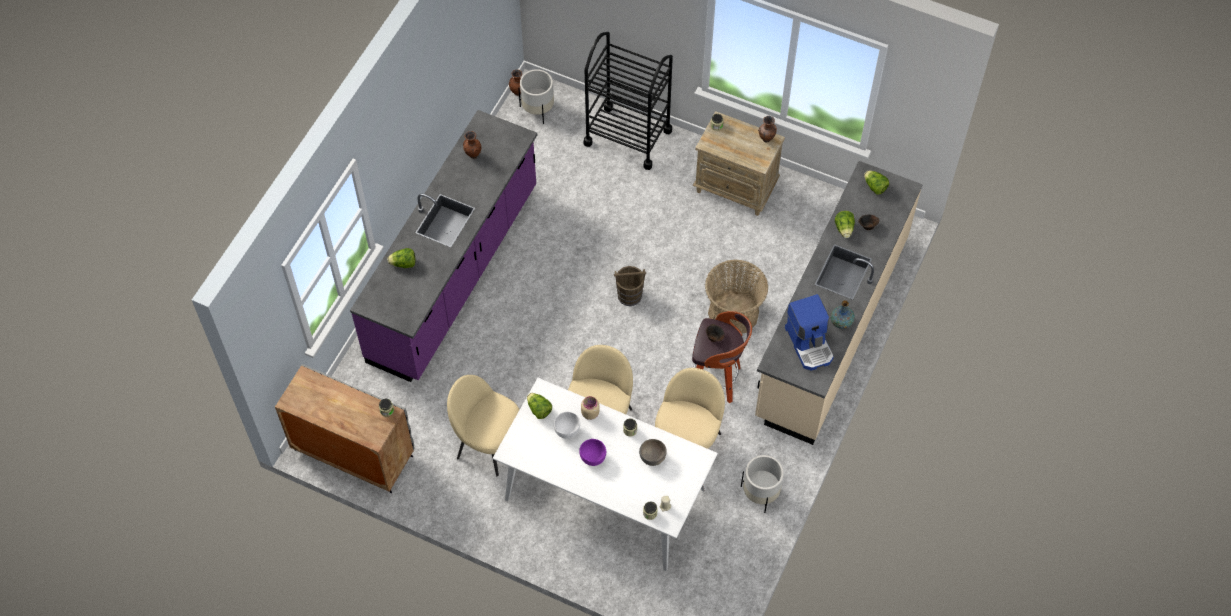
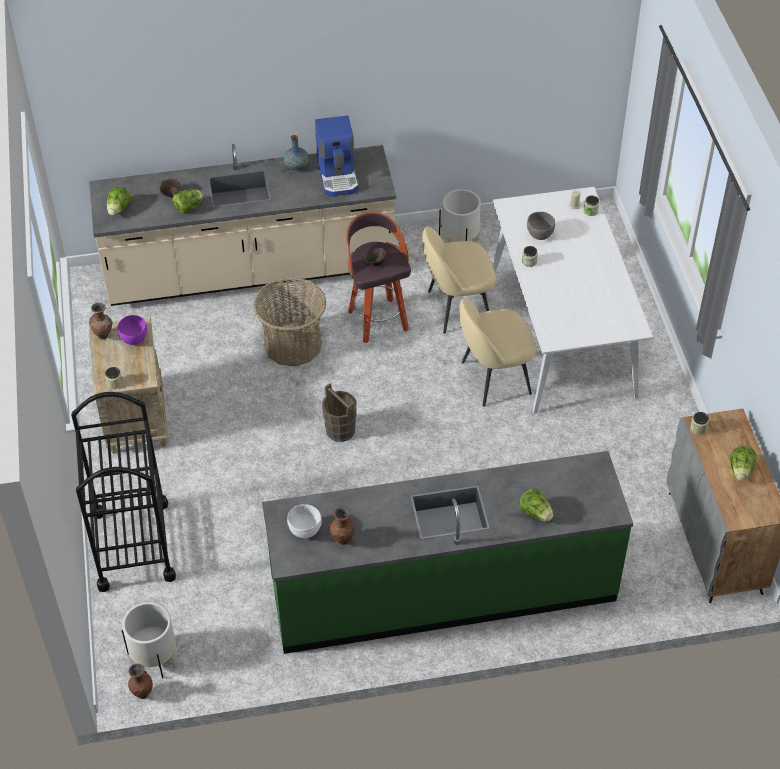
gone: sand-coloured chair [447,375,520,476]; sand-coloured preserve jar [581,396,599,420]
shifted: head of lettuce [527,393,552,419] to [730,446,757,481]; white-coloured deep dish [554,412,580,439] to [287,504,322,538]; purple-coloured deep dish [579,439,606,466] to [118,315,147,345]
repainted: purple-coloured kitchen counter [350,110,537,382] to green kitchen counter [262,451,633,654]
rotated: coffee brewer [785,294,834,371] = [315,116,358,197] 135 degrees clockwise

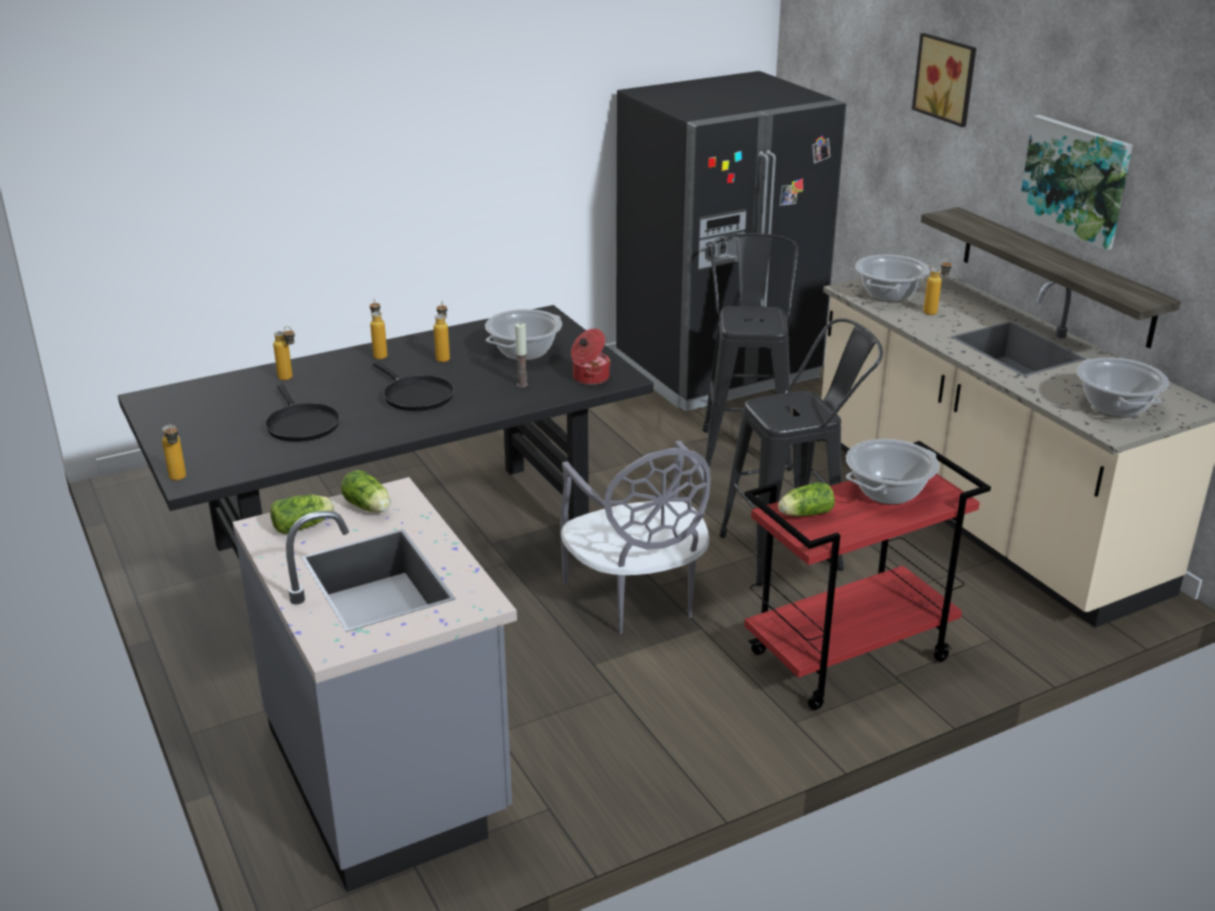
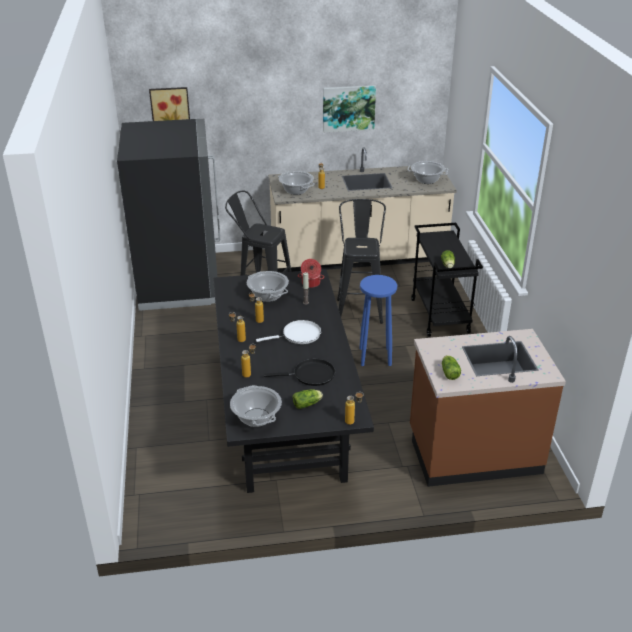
gone: shelf [921,207,1181,349]
shifted: wall picture [912,33,976,127] to [149,87,190,121]; saucepot [846,439,939,505] to [230,385,282,427]; head of lettuce [341,470,391,513] to [293,389,323,409]
swapped: greyish chair [560,441,711,634] to bluish stool seat [359,275,397,366]
repainted: black frying pan [373,361,454,411] to white-coloured frying pan [256,320,321,344]; reddish wheeled cart [744,441,991,710] to black wheeled cart [411,223,483,337]; greyish kitchen counter [232,477,517,892] to brown kitchen counter [410,329,566,487]

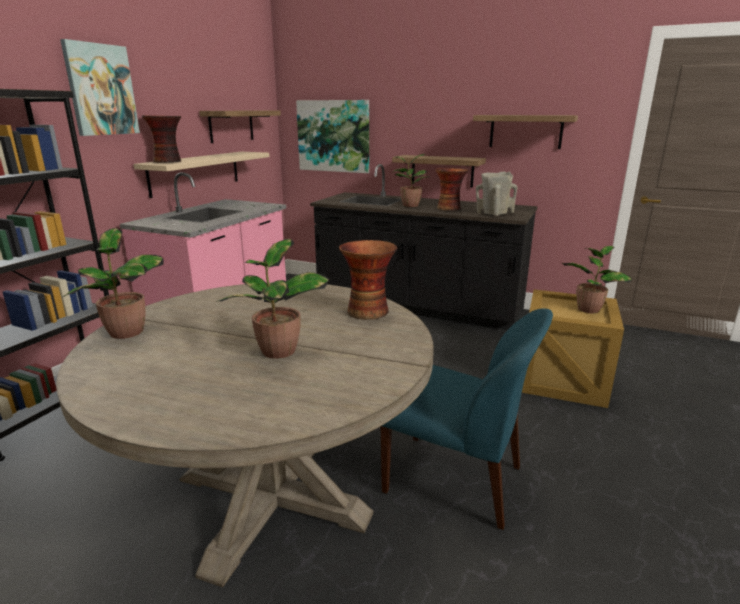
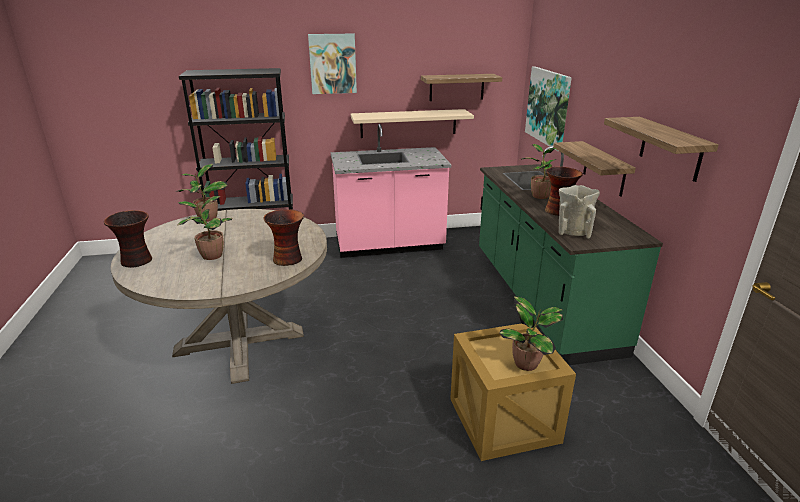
gone: bluish chair [381,308,553,530]
shifted: flower vase [142,115,181,163] to [104,210,152,268]
repainted: black kitchen counter [310,164,538,330] to green kitchen counter [479,146,663,365]

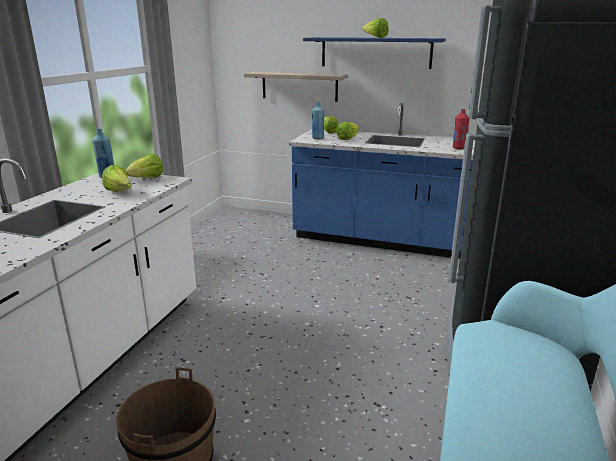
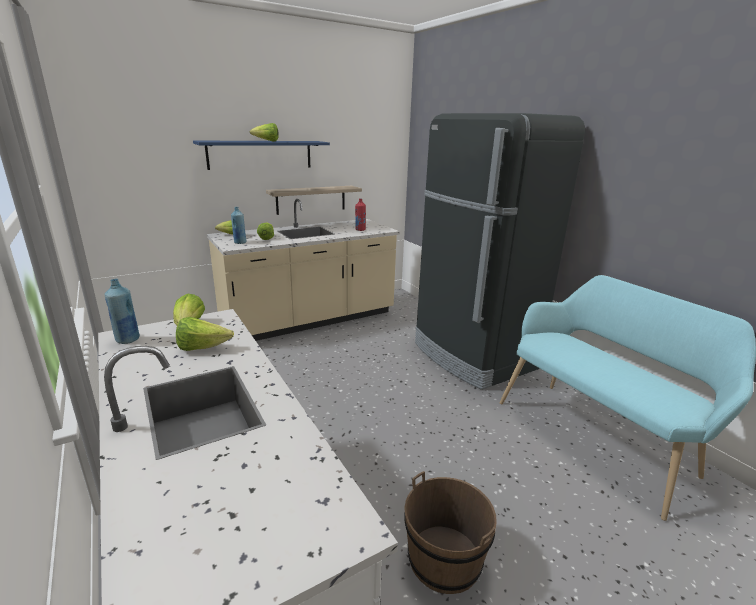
shifted: shelf [244,72,348,102] to [266,186,362,215]
repainted: bluish kitchen counter [289,103,475,259] to sand-coloured kitchen counter [207,199,400,341]

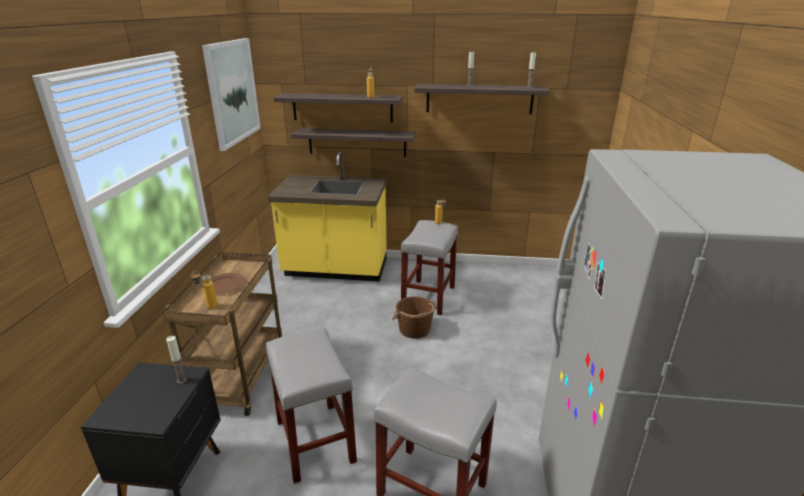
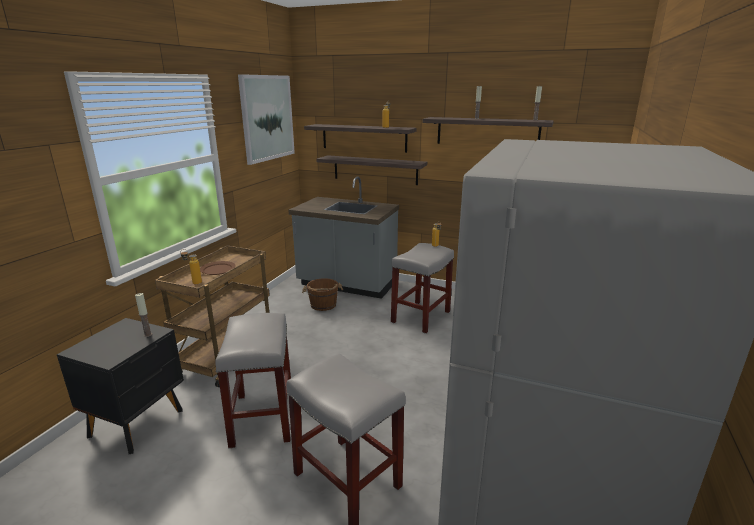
shifted: brown pail [392,296,437,339] to [302,278,343,311]
repainted: yellow kitchen counter [268,152,387,281] to greyish kitchen counter [288,177,399,299]

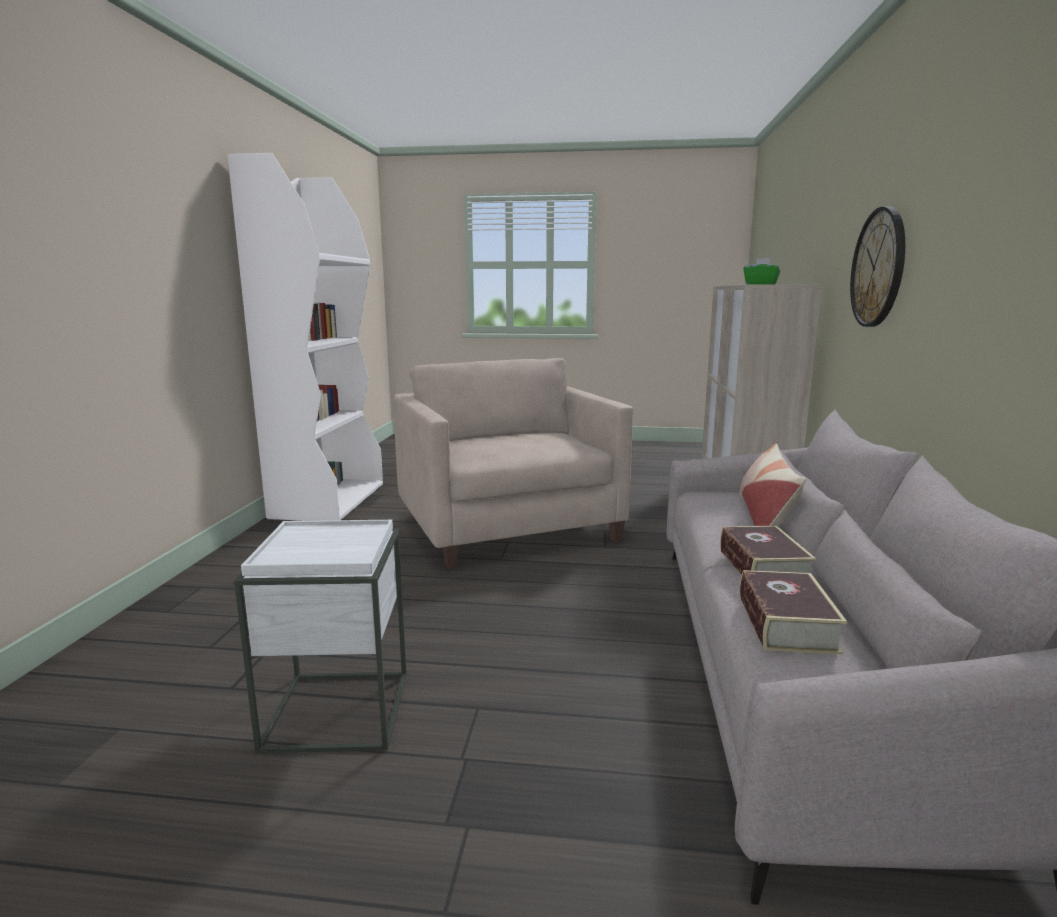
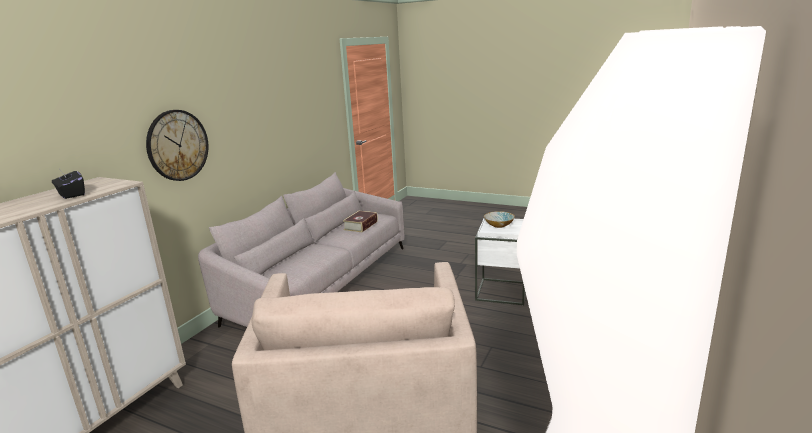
gone: cushion [739,444,806,526]; volume [720,526,816,575]
new: deep dish [484,211,515,228]
repainted: green tissue holder [743,258,780,285] to black tissue holder [52,167,85,199]

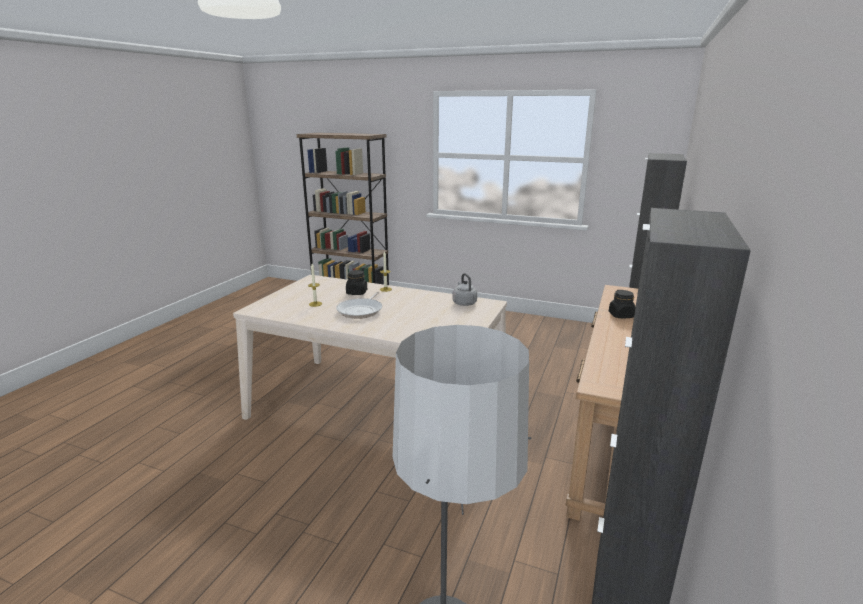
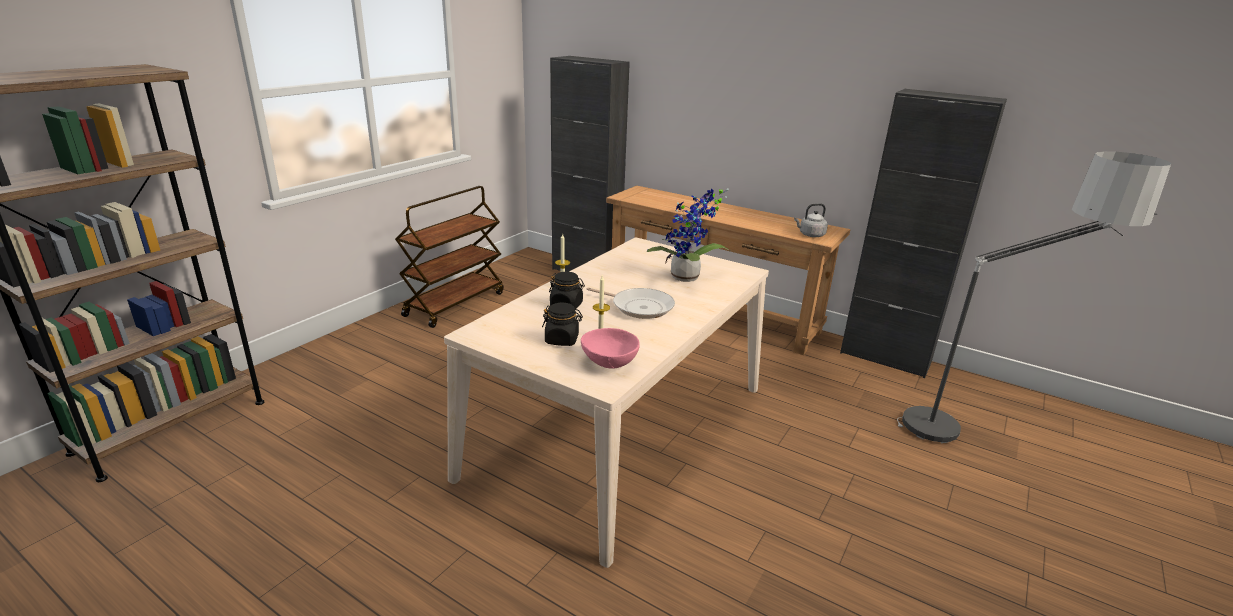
new: brown wheeled cart [395,186,504,328]; houseplant [647,188,729,282]; pink-coloured deep dish [581,328,640,369]
shifted: greyish water kettle [453,273,477,306] to [794,203,828,237]; black preserve jar [609,290,635,318] to [542,303,583,346]

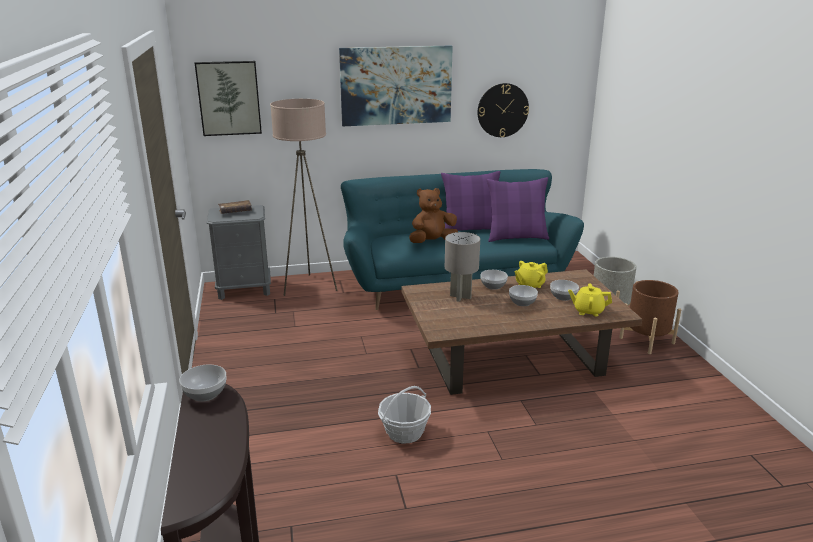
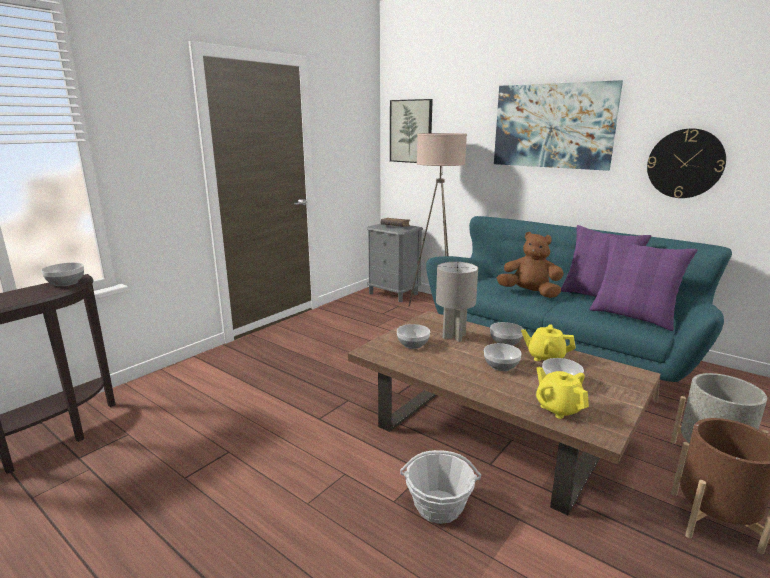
new: deep dish [397,324,430,349]
shifted: household basket [378,386,431,444] to [400,450,481,524]

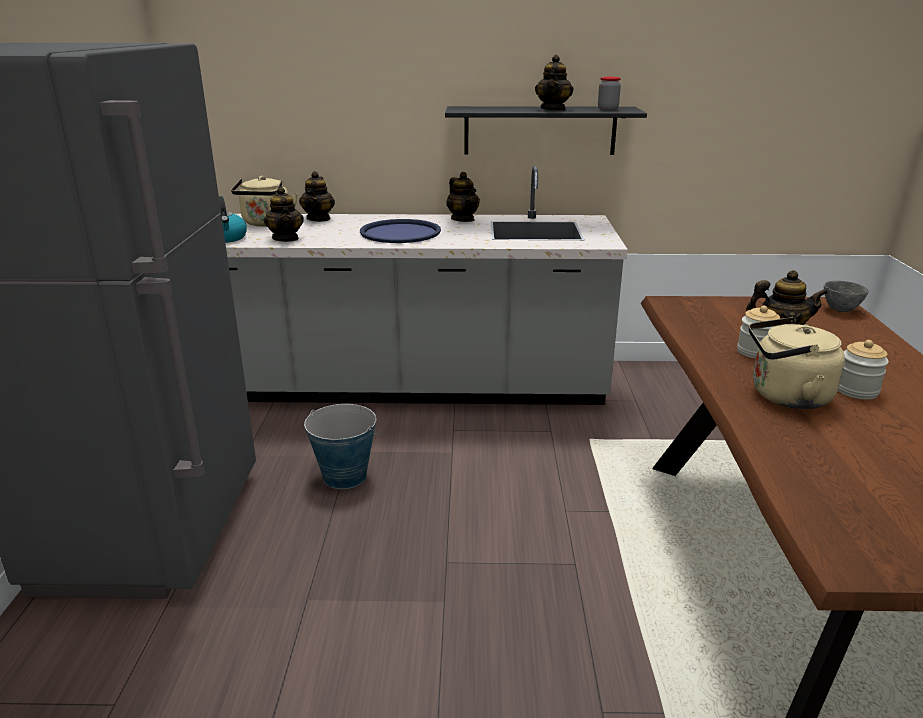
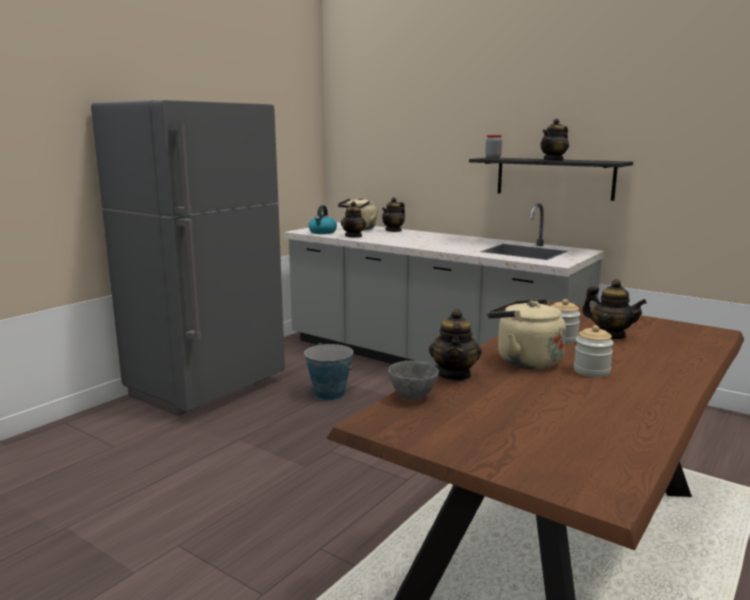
gone: bluish tray [360,219,441,243]
shifted: preserve jar [598,77,621,111] to [485,135,502,159]; teapot [446,172,480,222] to [429,308,482,381]; greyish deep dish [824,281,869,312] to [388,361,439,400]

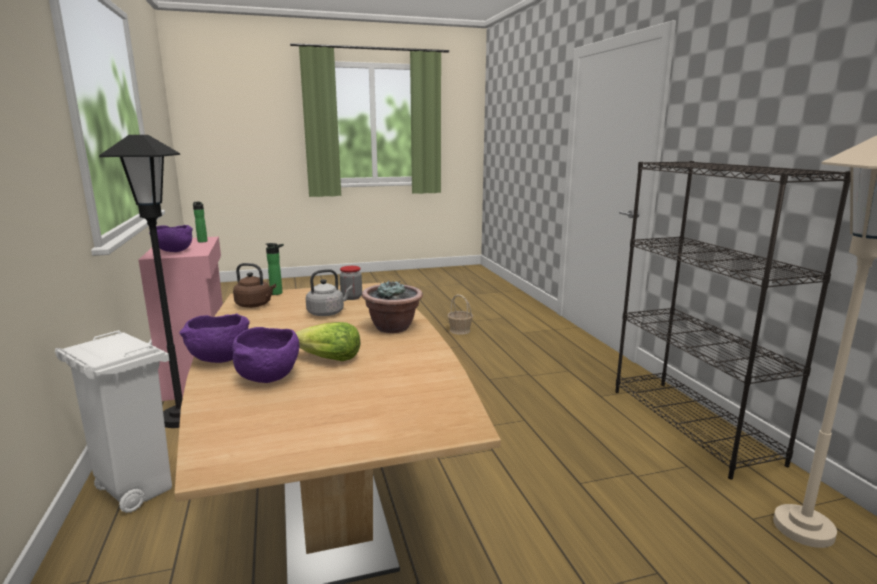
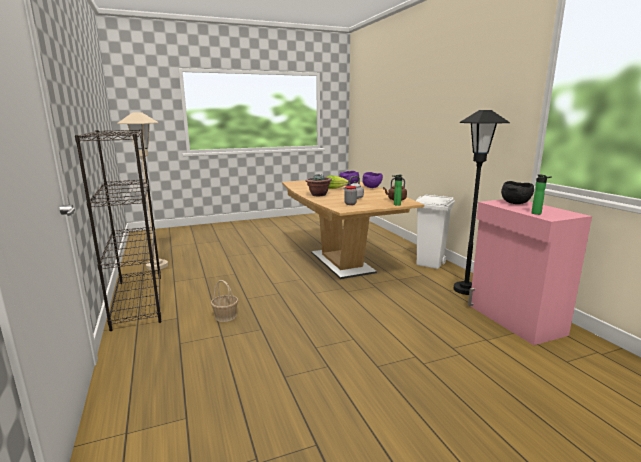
shifted: household basket [447,294,473,335] to [211,280,238,322]
repainted: purple-coloured deep dish [149,225,193,252] to black deep dish [501,181,534,204]

